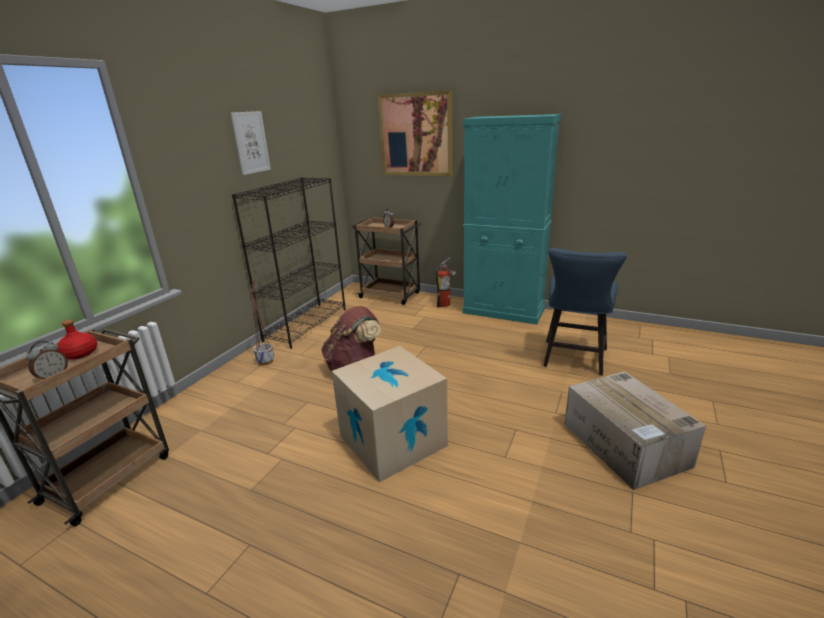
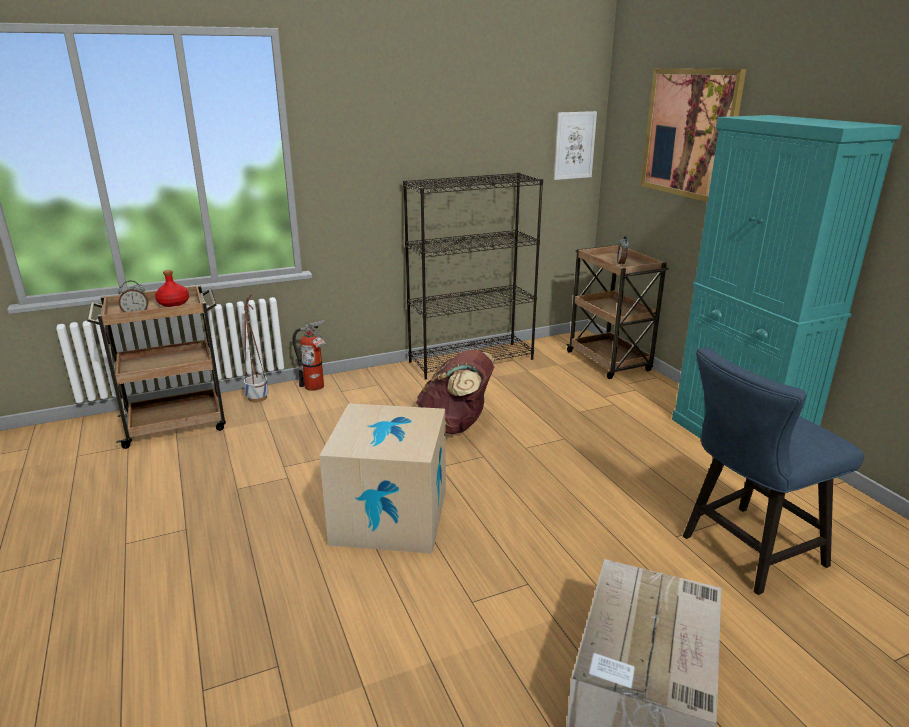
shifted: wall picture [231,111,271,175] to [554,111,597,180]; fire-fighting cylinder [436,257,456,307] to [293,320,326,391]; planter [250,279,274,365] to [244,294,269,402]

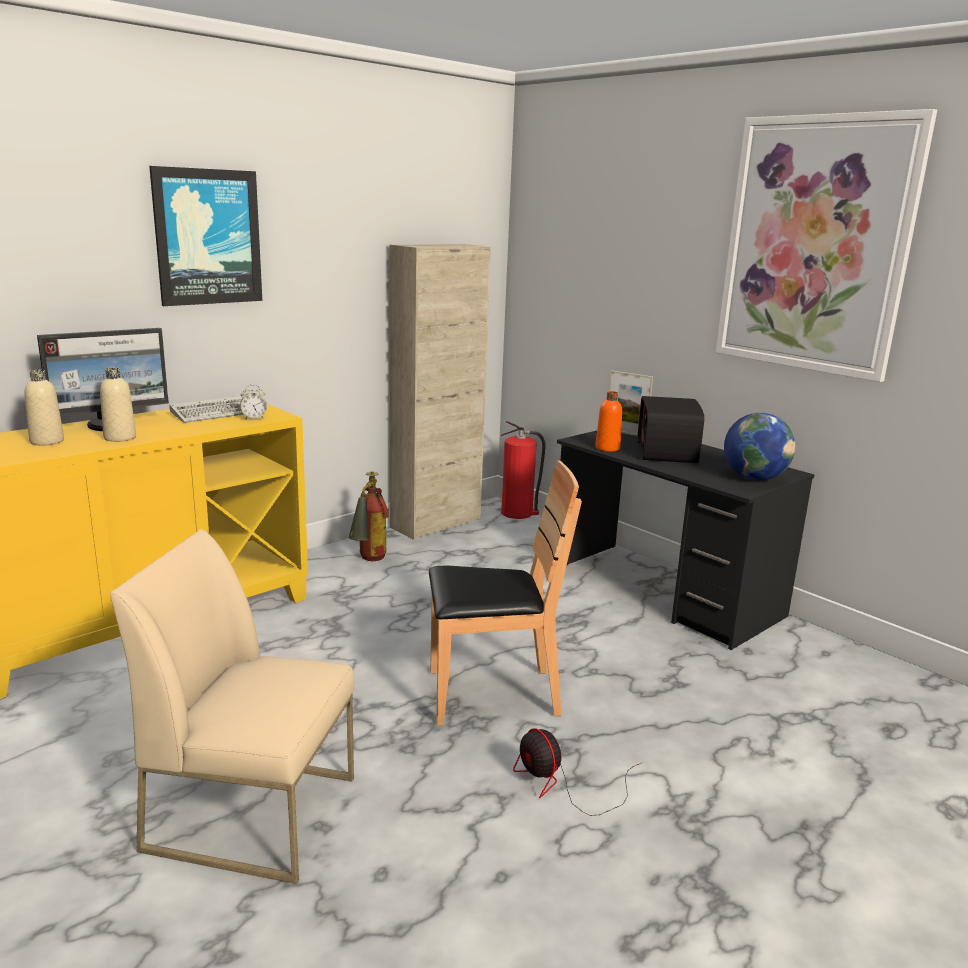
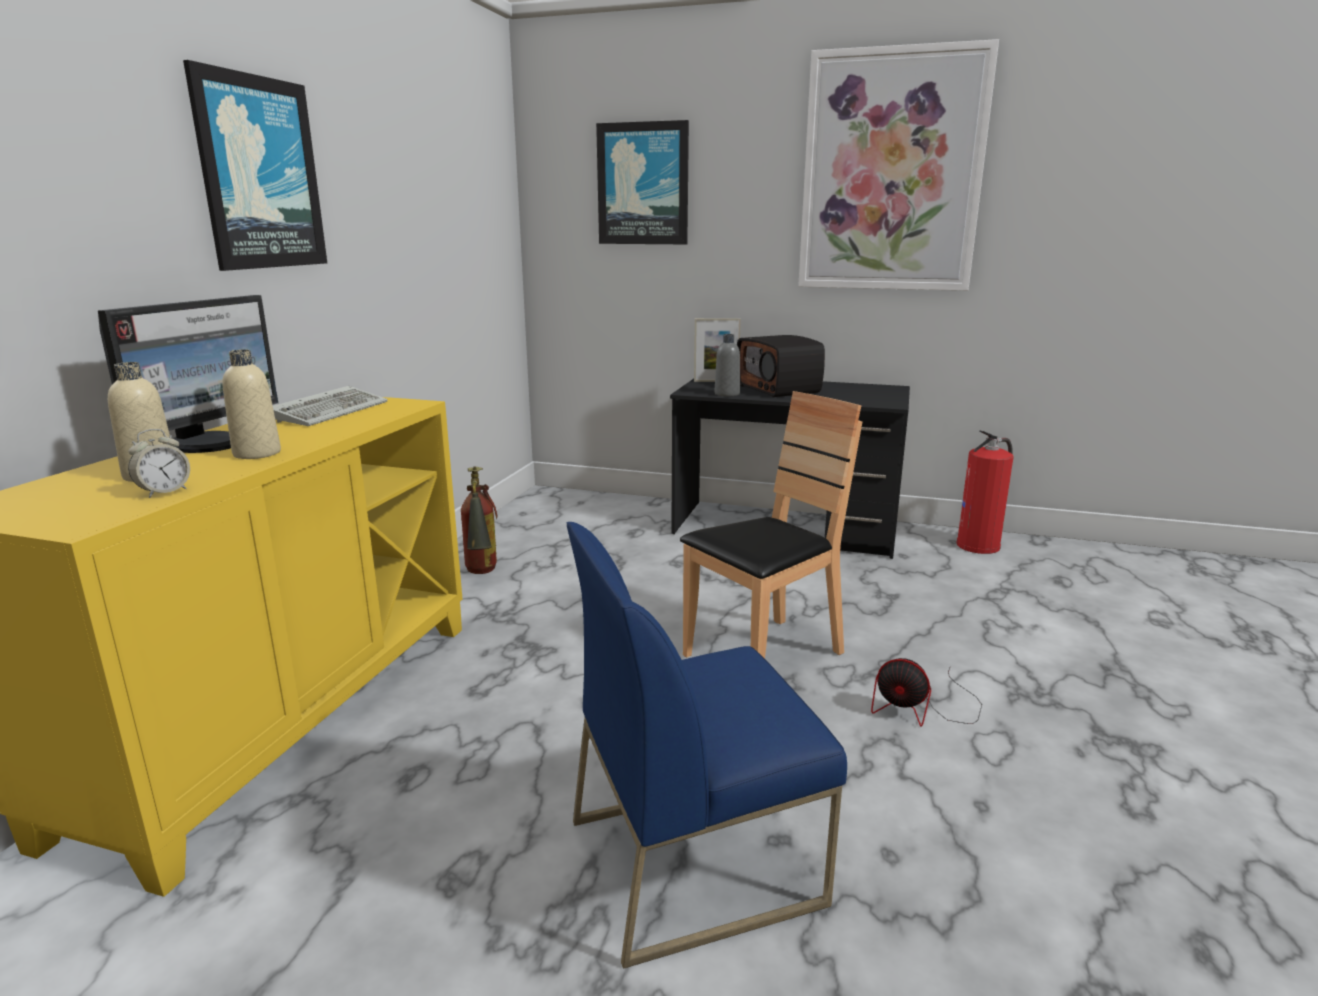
gone: sand-coloured cabinet [389,244,491,540]; world globe [724,413,795,481]
new: wall picture [596,120,689,244]
shifted: alarm clock [240,385,267,420] to [128,429,190,498]; fire-fighting cylinder [501,421,545,519] to [956,430,1014,554]
repainted: orange-coloured drink bottle [595,391,622,452] to greyish drink bottle [715,334,740,396]; sand-coloured chair [110,529,354,884] to bluish chair [566,522,847,969]

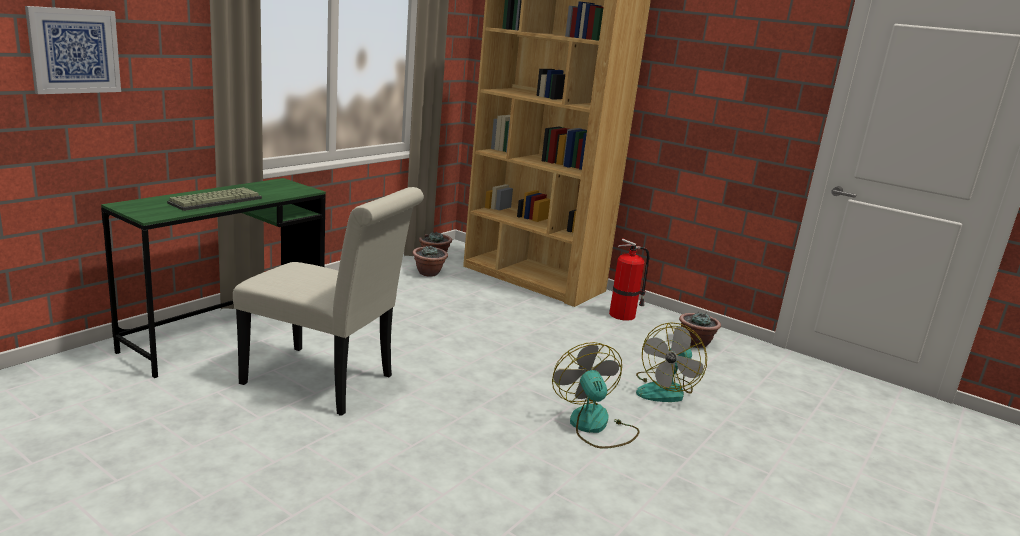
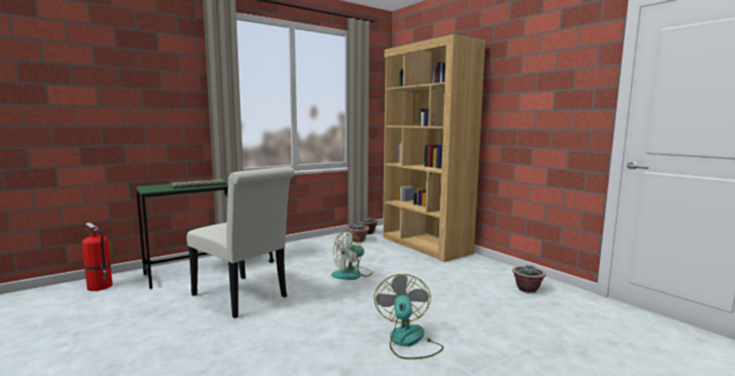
gone: wall picture [25,6,121,94]
shifted: fire-fighting cylinder [609,238,650,321] to [82,223,113,291]; fan [636,323,707,402] to [331,230,373,280]

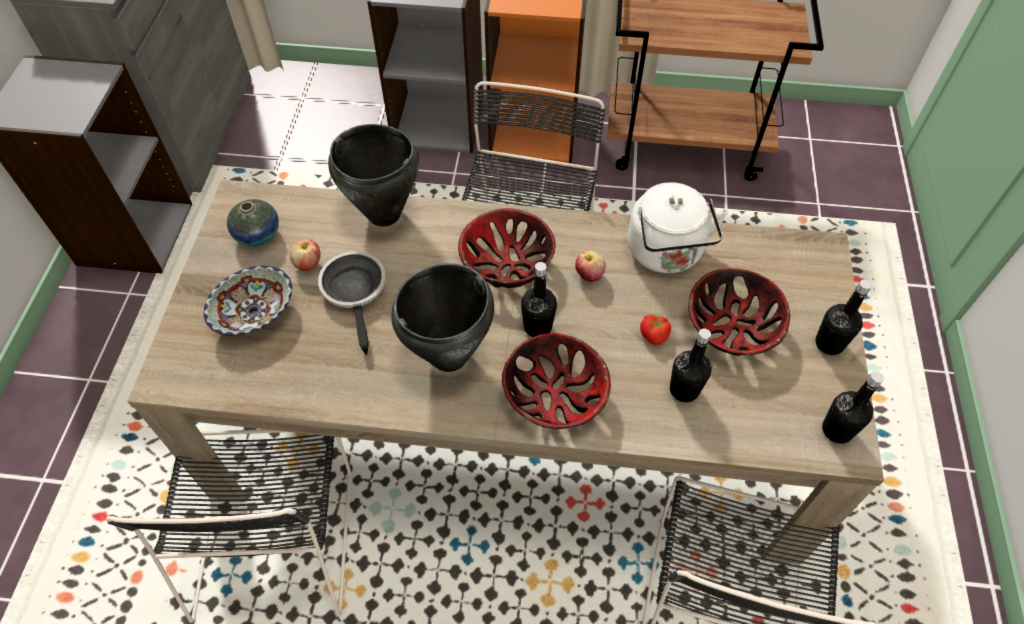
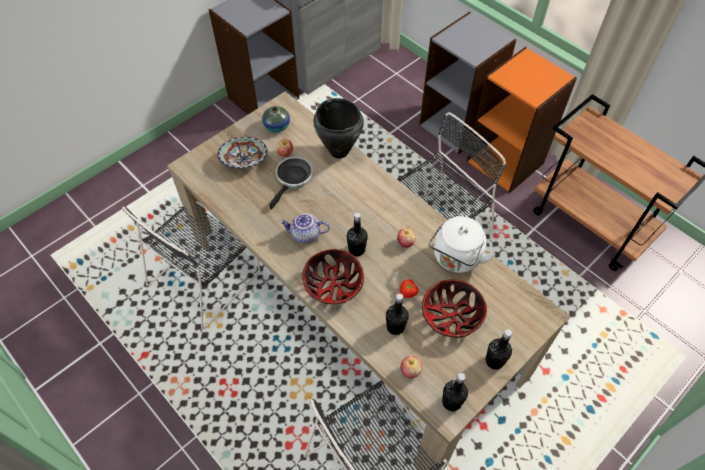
gone: deep dish [458,208,556,288]
new: apple fruit [401,356,422,378]
swapped: black saucepot [391,263,494,372] to teapot [279,213,330,243]

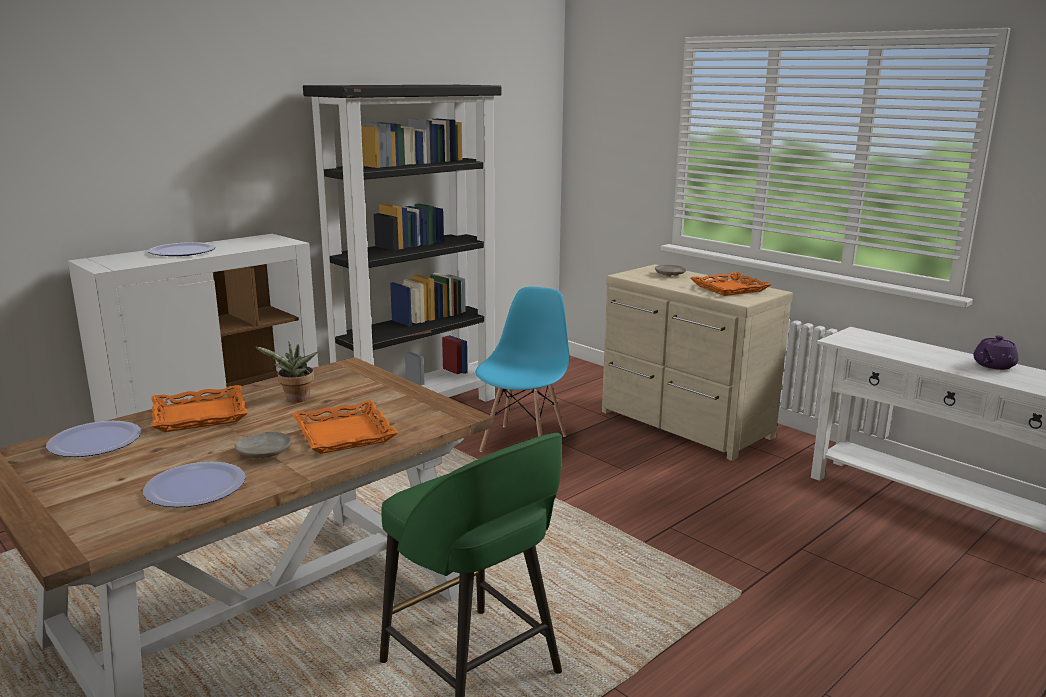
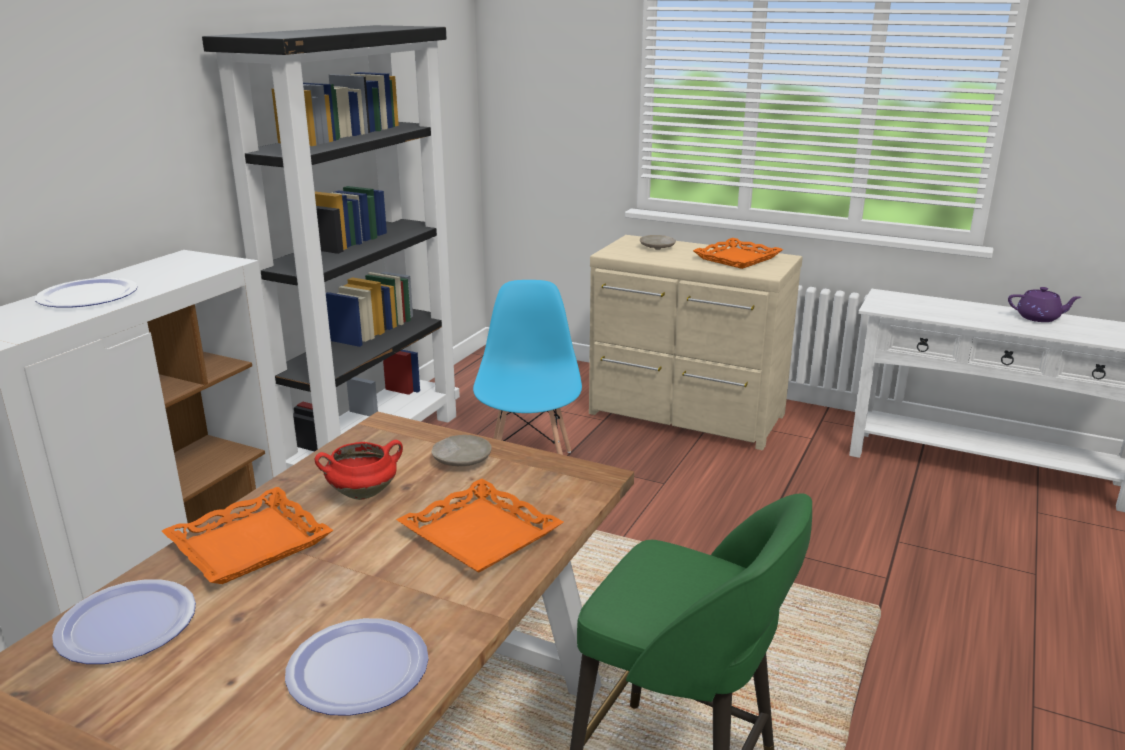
shifted: sand-coloured plate [235,432,291,458] to [431,435,492,466]
swapped: houseplant [254,341,318,403] to reddish saucepot [314,440,403,500]
rotated: purple-coloured teapot [973,336,1019,370] = [1008,287,1081,322] 105 degrees counterclockwise

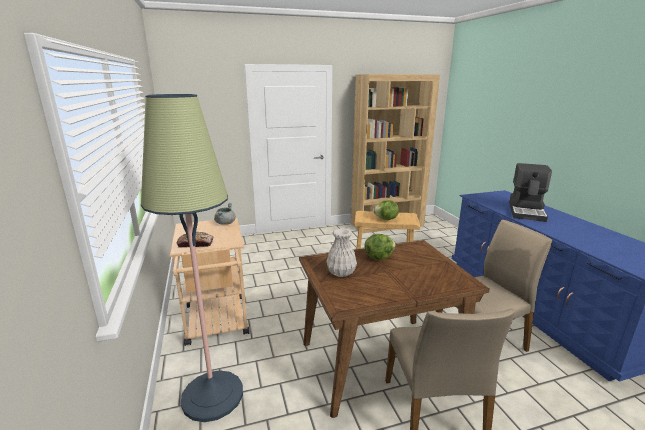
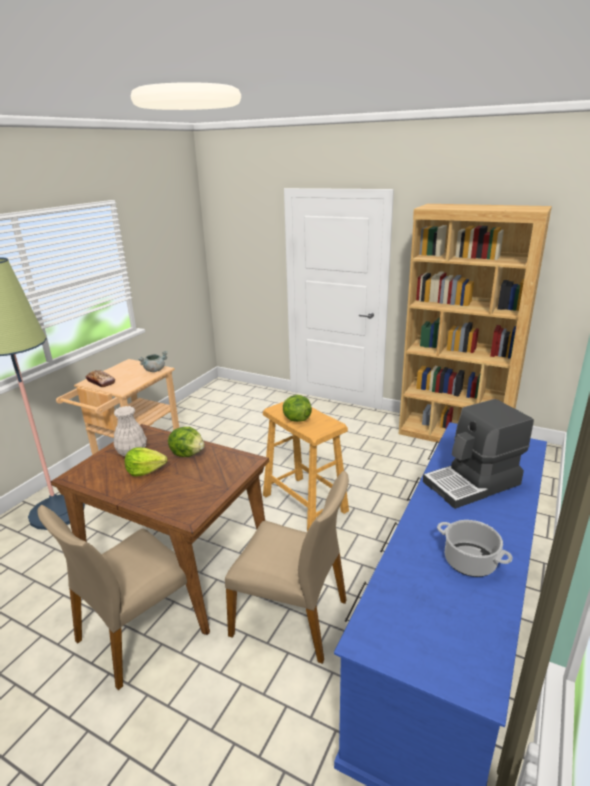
new: head of lettuce [125,447,167,476]; saucepot [437,520,513,577]

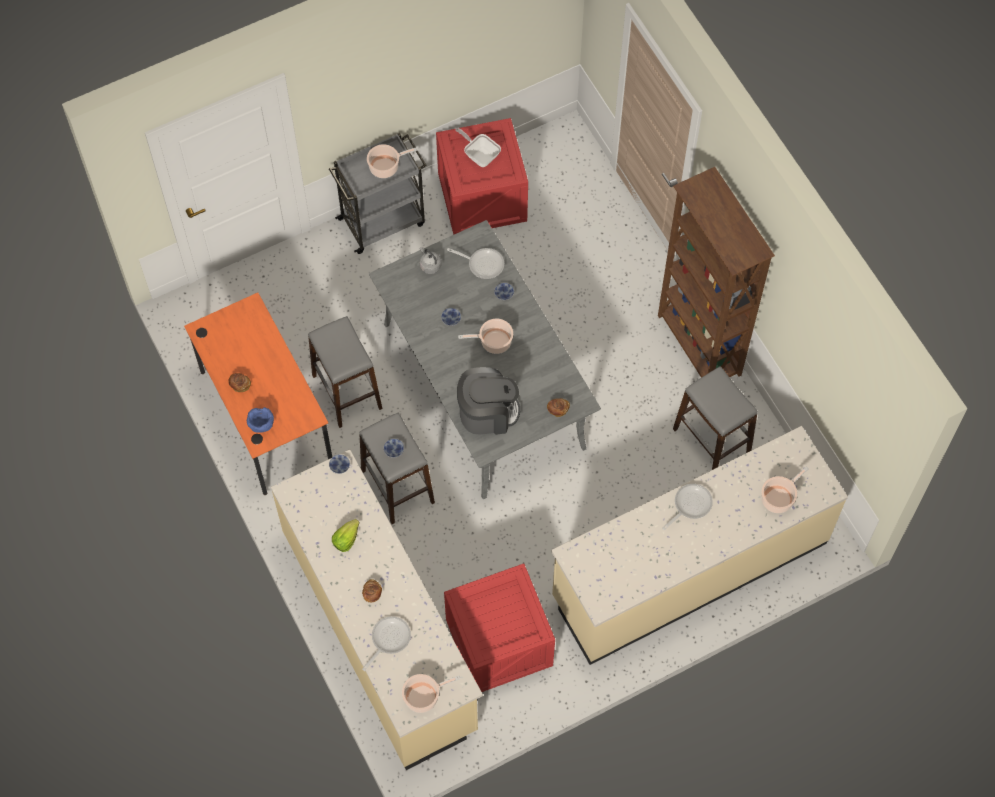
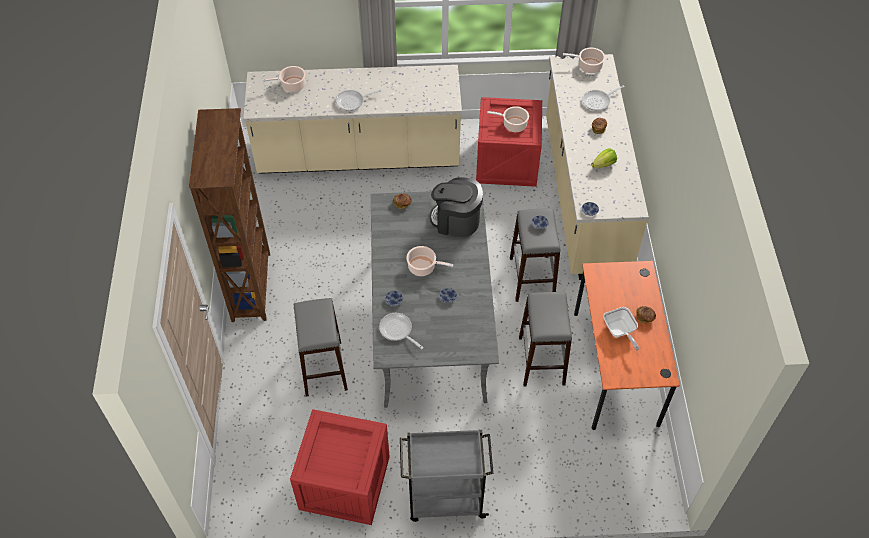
gone: greyish water kettle [420,247,441,274]; bluish deep dish [247,407,274,433]
shifted: frying pan [455,128,501,167] to [603,307,639,351]; saucepot [367,144,418,178] to [487,106,529,132]; greyish stool seat [673,366,758,470] to [294,298,348,397]

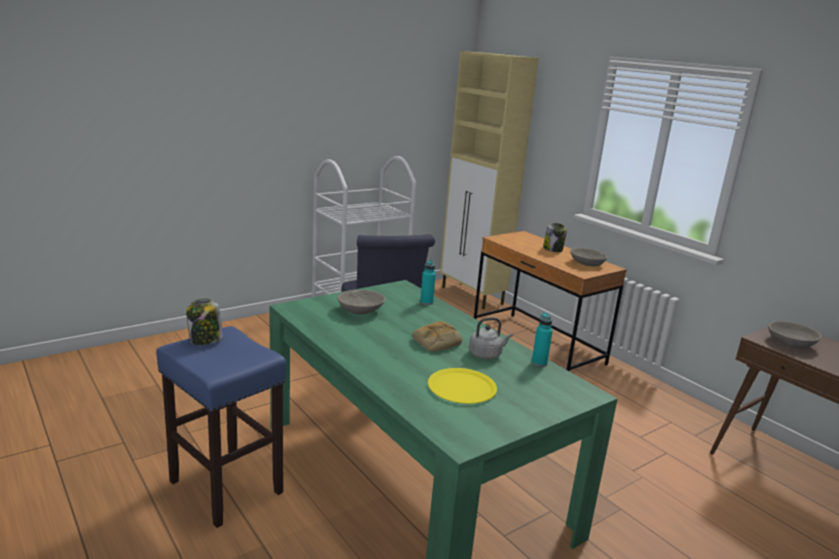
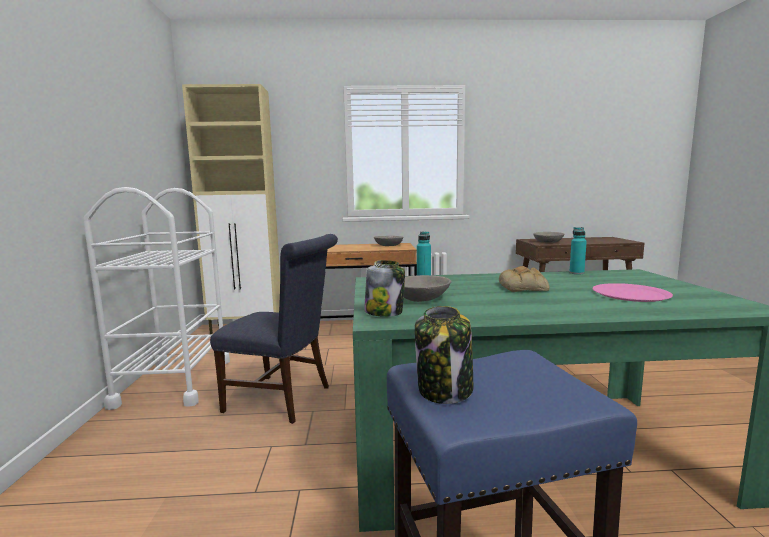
gone: greyish water kettle [469,317,513,359]
shifted: preserve jar [543,223,567,252] to [364,260,405,317]
repainted: yellow plate [428,368,497,404] to pink-coloured plate [592,283,673,302]

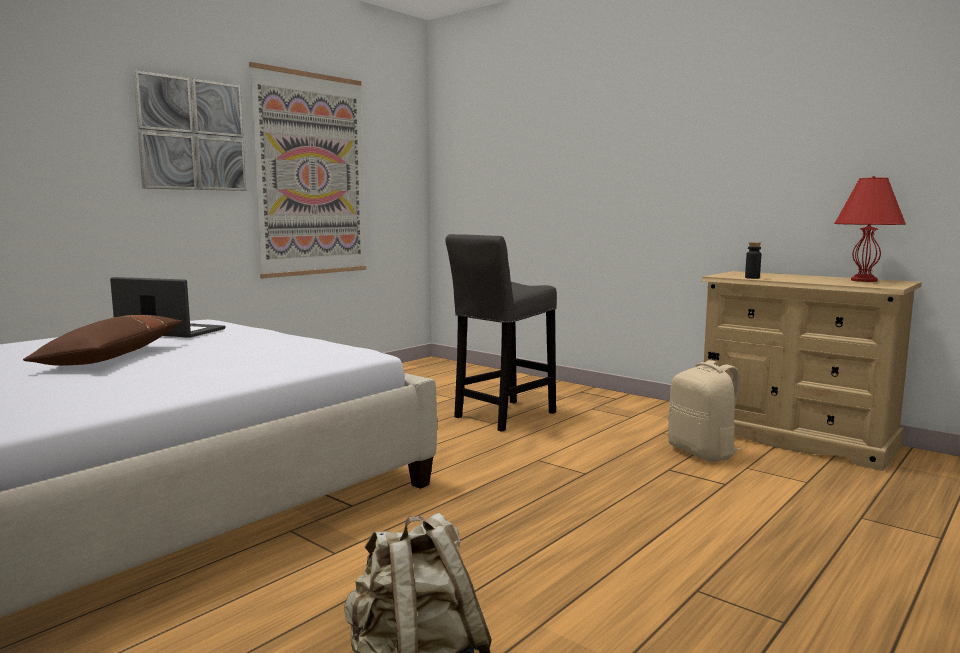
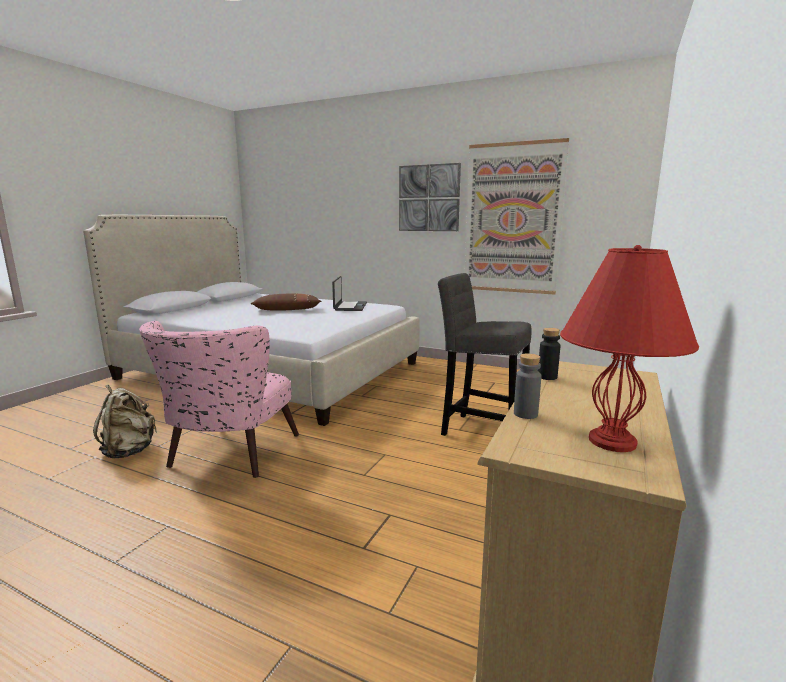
gone: sand-coloured knapsack [668,360,742,462]
new: pink-coloured armchair [139,321,299,478]; greyish drink bottle [514,353,541,419]

